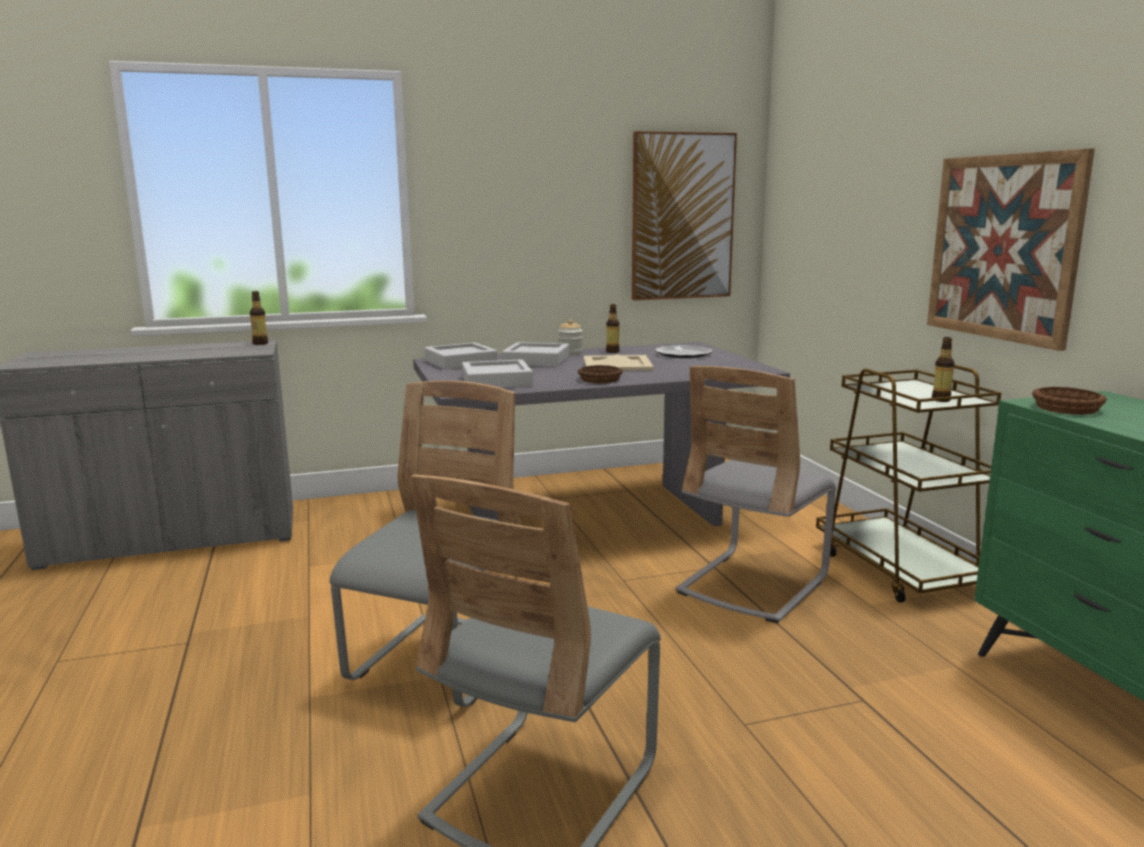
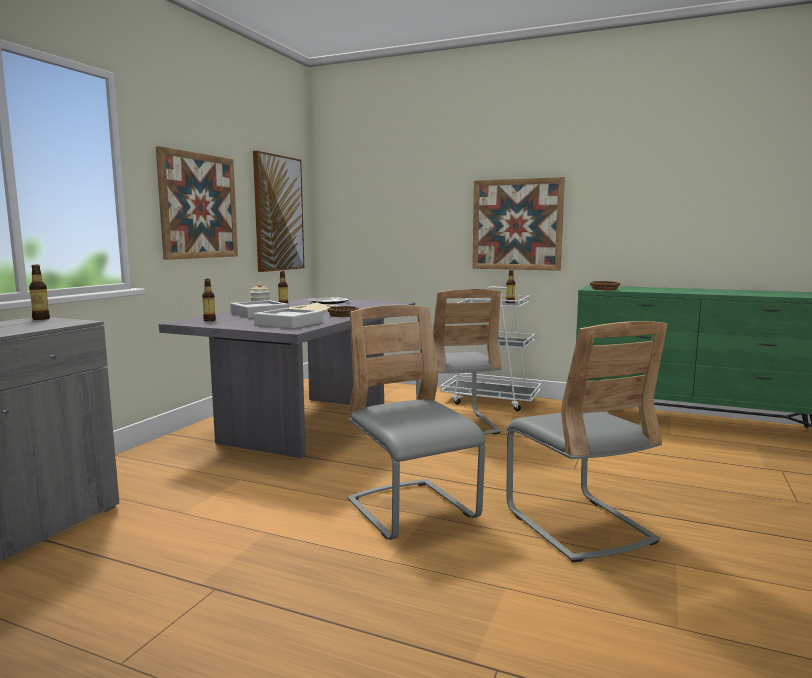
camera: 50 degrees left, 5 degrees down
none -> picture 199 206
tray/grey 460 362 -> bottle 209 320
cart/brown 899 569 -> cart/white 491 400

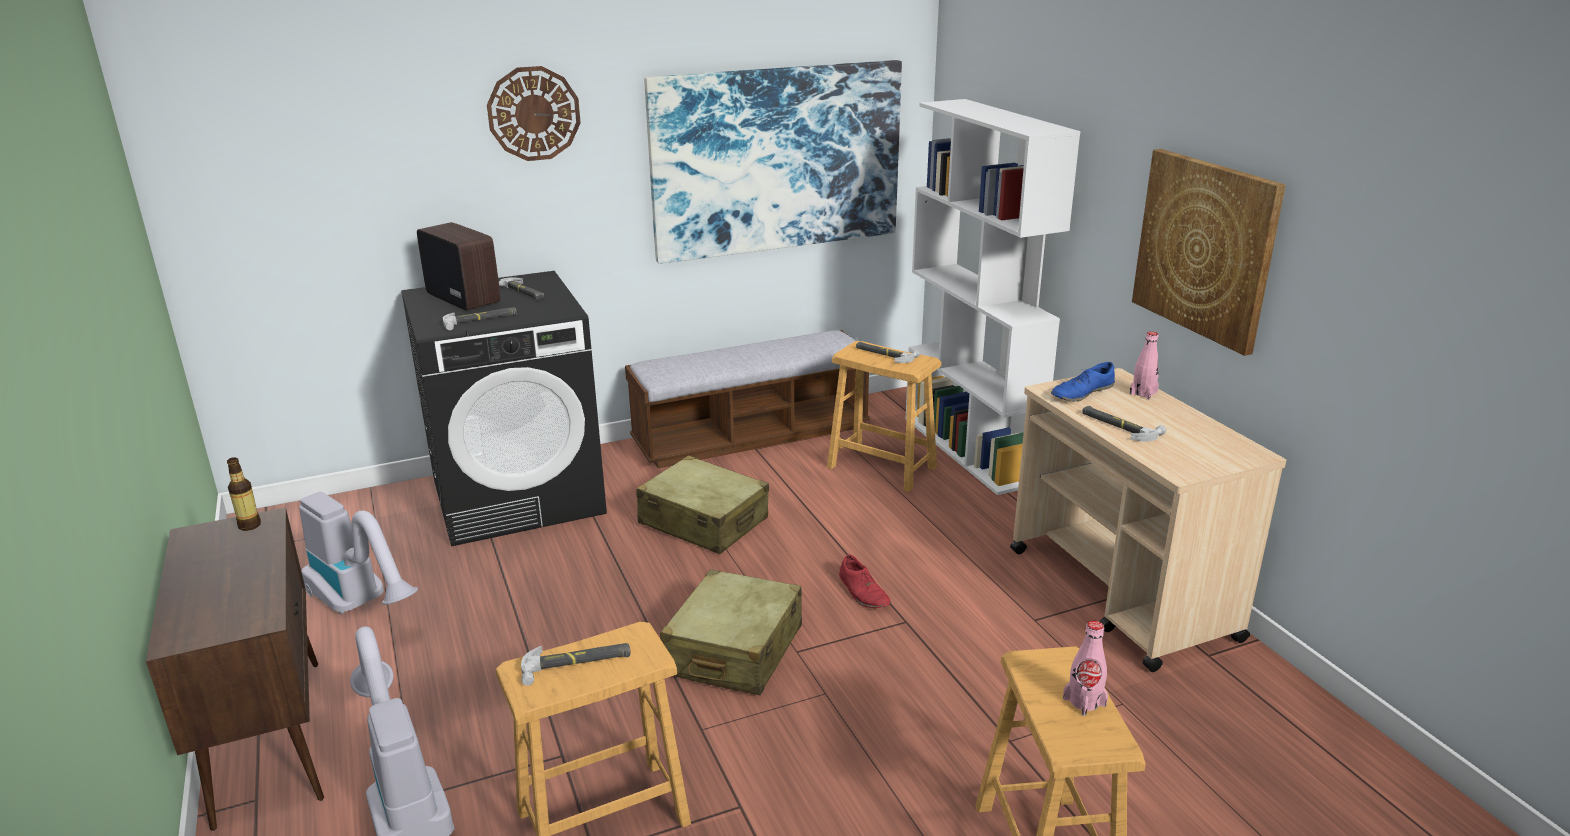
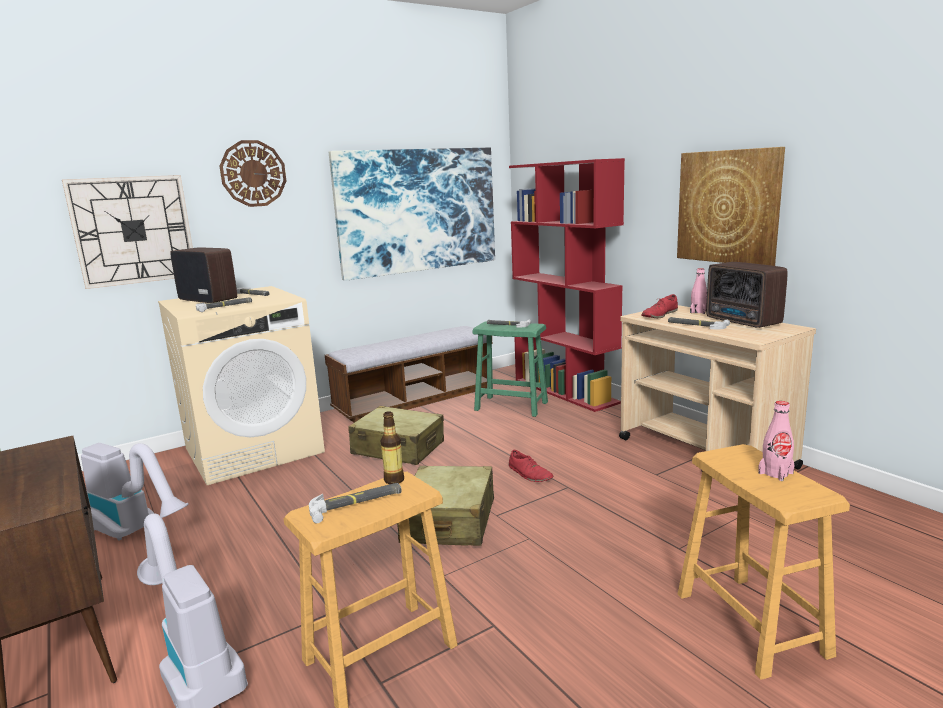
camera: 10 degrees left, 10 degrees down
none -> wall clock 133 230
washing machine/black 519 496 -> washing machine/beige 254 450
bottle 249 525 -> bottle 394 480, moved
stool/brown 881 467 -> stool/green 511 406
bookcase/white 971 450 -> bookcase/red 565 391
shoe/blue 1082 392 -> shoe/red 659 315
none -> radio 743 322

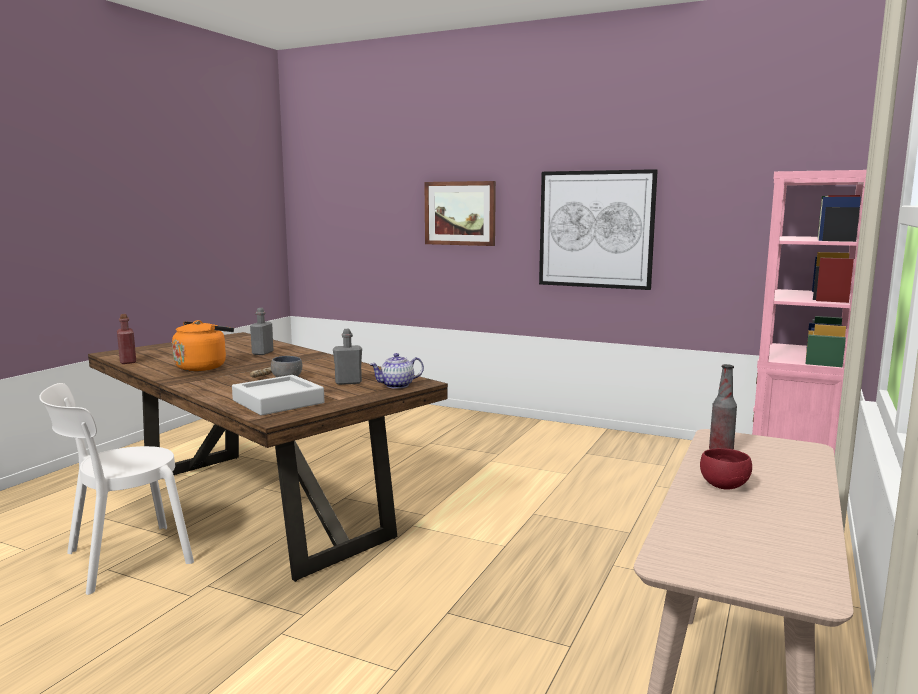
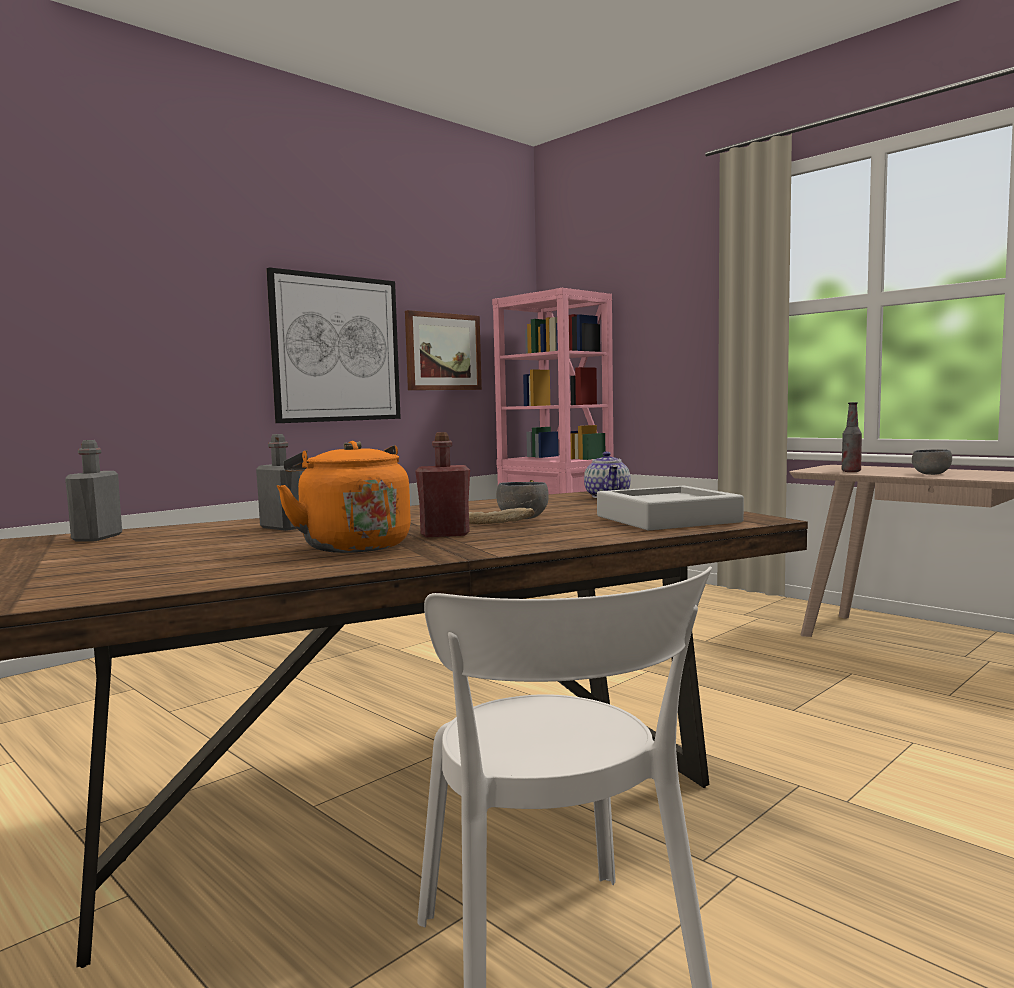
camera: 70 degrees left, 5 degrees down
bottle/grey 348 382 -> bottle/grey 97 538, moved
picture 460 213 -> picture 443 352, moved
bottle/red 128 361 -> bottle/red 444 534, moved
bowl/red 722 485 -> bowl/grey 929 474

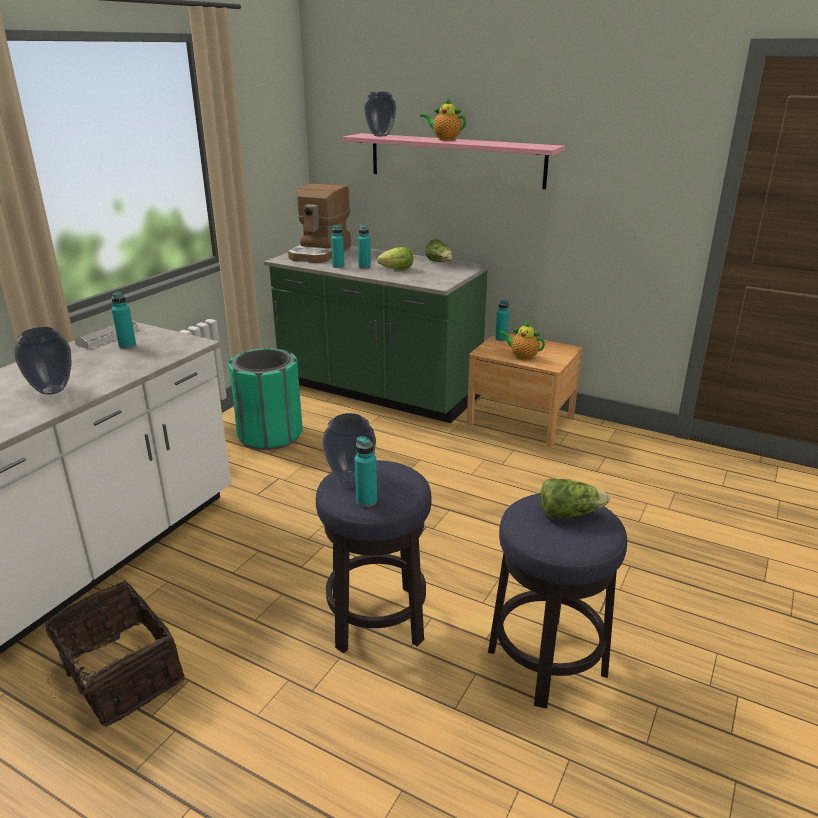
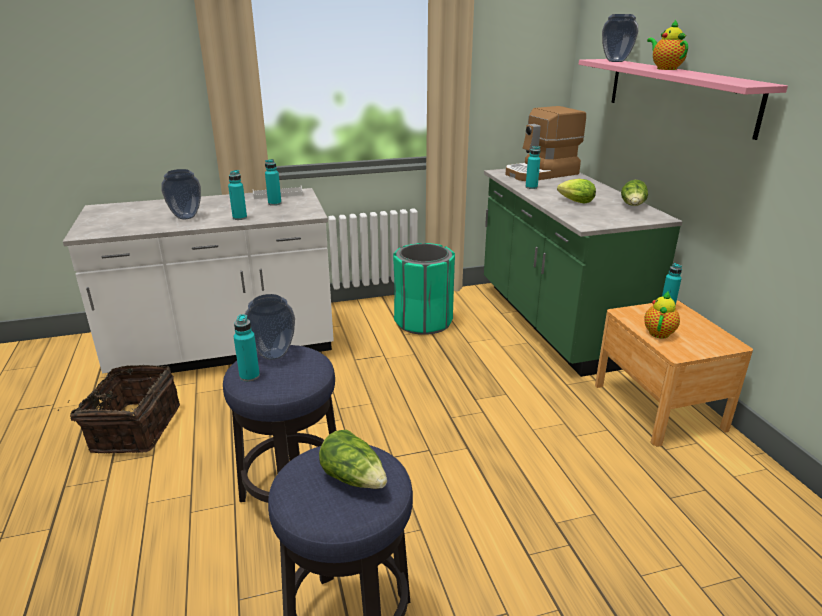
camera: 45 degrees right, 0 degrees up
bottle/turquoise 364 267 -> bottle/turquoise 239 218, moved
teapot 522 356 -> teapot 659 332, 45 degrees clockwise

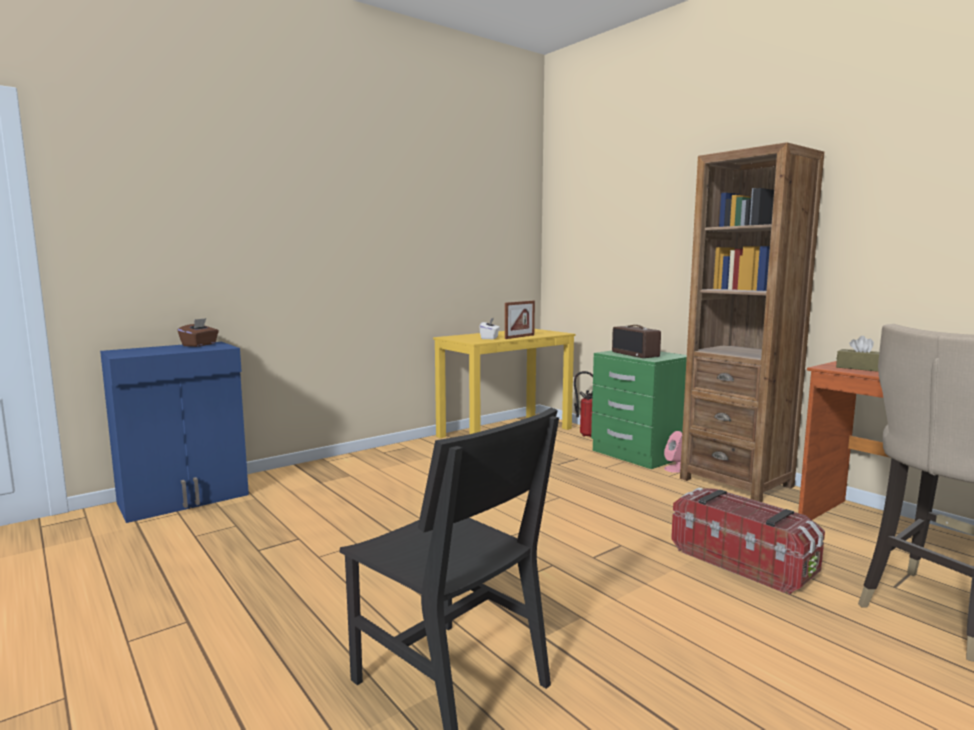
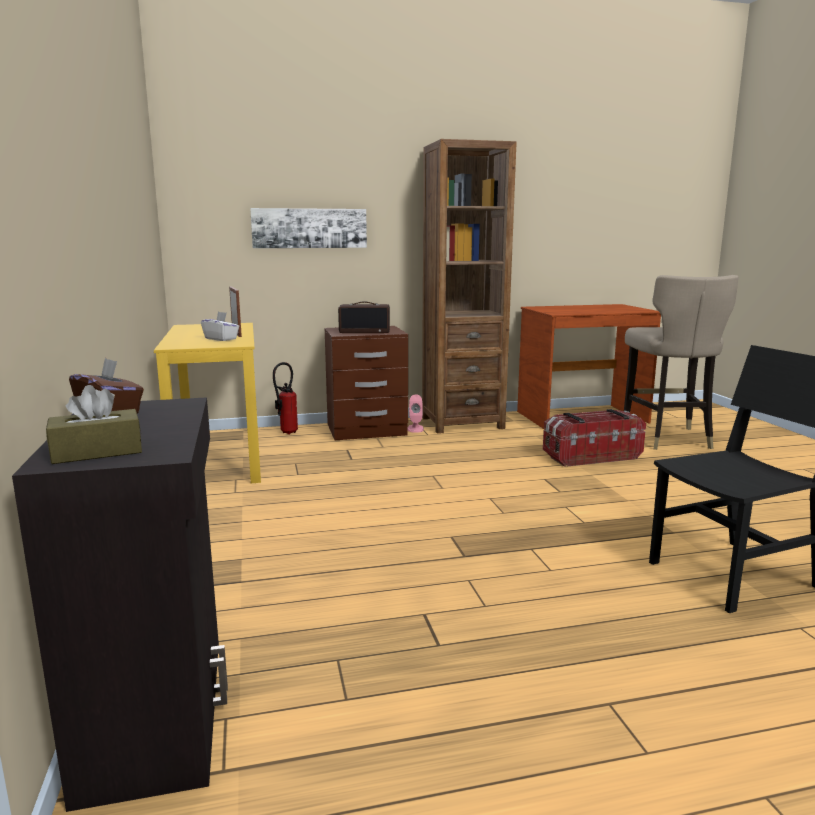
camera: 65 degrees left, 5 degrees up
cabinet/blue 185 499 -> cabinet/black 159 711
tissue box/brown 859 368 -> tissue box/brown 97 452, moved
none -> picture 309 228
nightstand/green 637 454 -> nightstand/brown 366 430

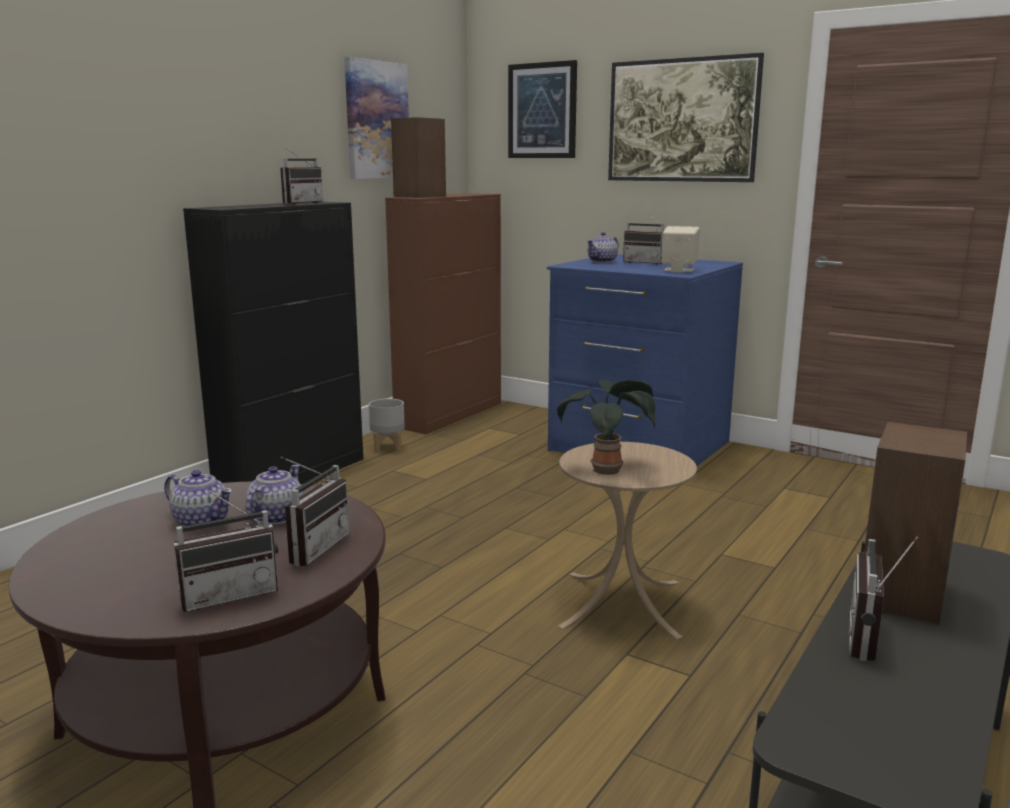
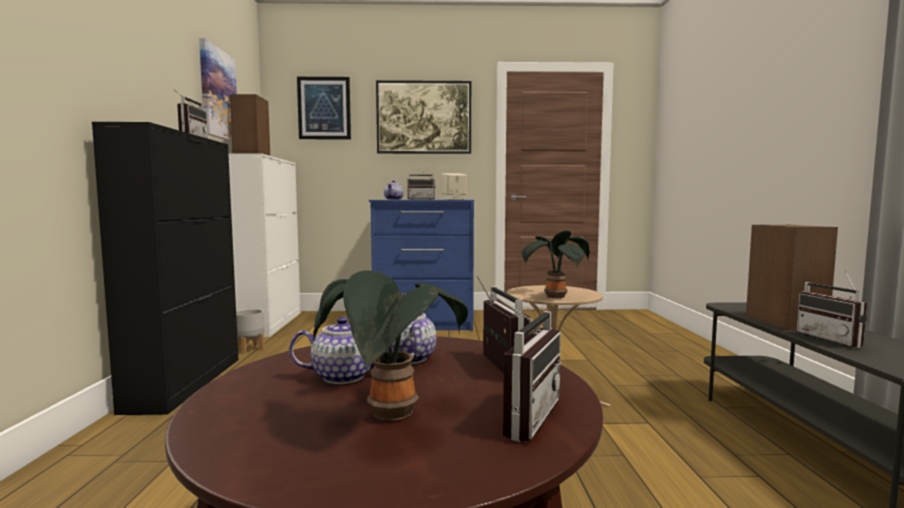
camera: 35 degrees left, 10 degrees down
cabinet/brown 450 414 -> cabinet/white 271 323
none -> potted plant 392 416

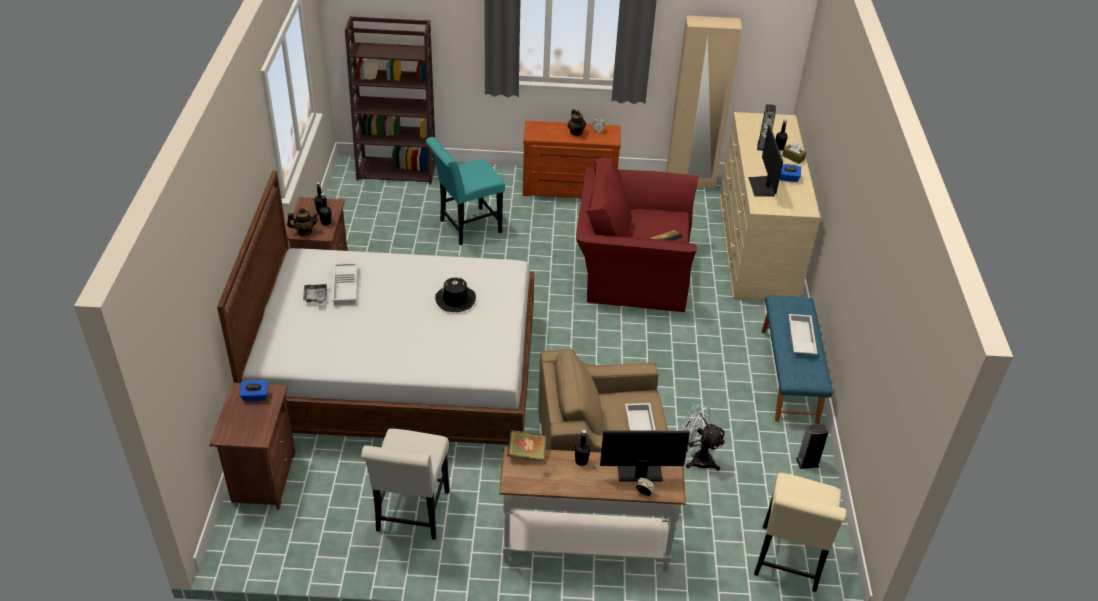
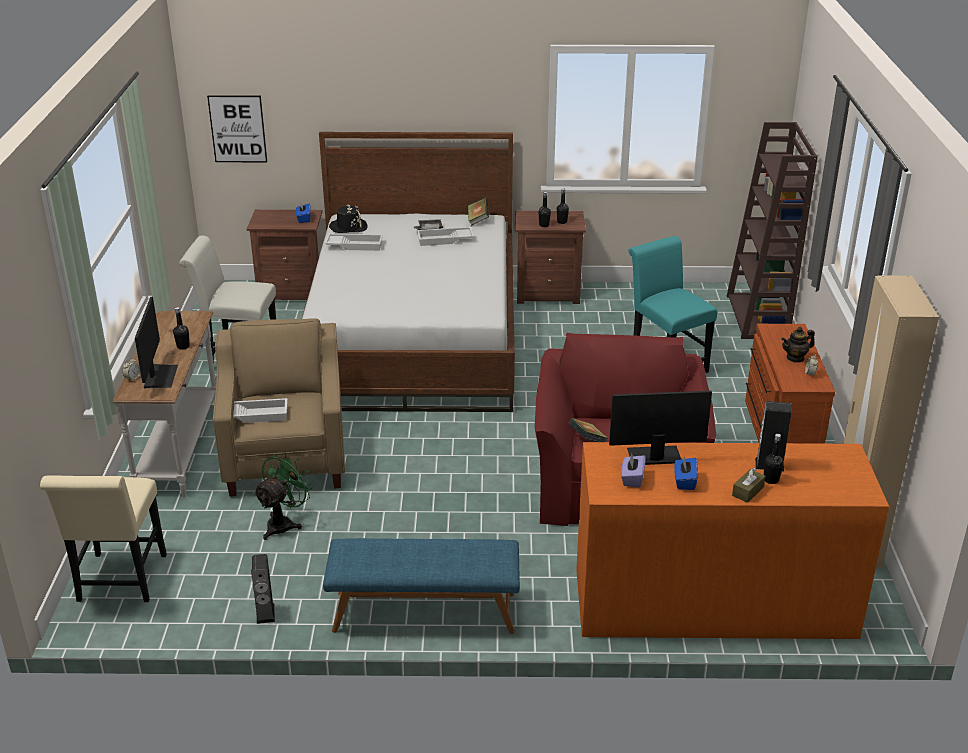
camera: 90 degrees right, 10 degrees down
chair/beige 788 563 -> chair/beige 120 582, 105 degrees counterclockwise
none -> picture 237 129
fan/white 696 458 -> fan/green 284 523
tray/white 800 338 -> tray/white 355 245, moved
hat/black 455 300 -> hat/black 348 227, moved
book 526 453 -> book 478 220, moved
dresser/beige 756 245 -> dresser/orange 712 603
none -> tissue box/purple 632 479
teapot 304 231 -> none

